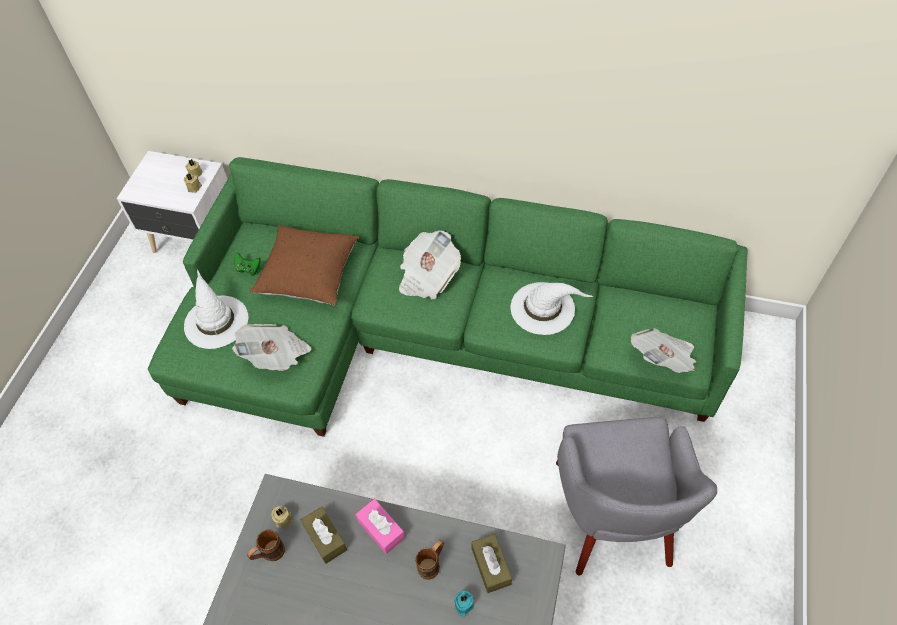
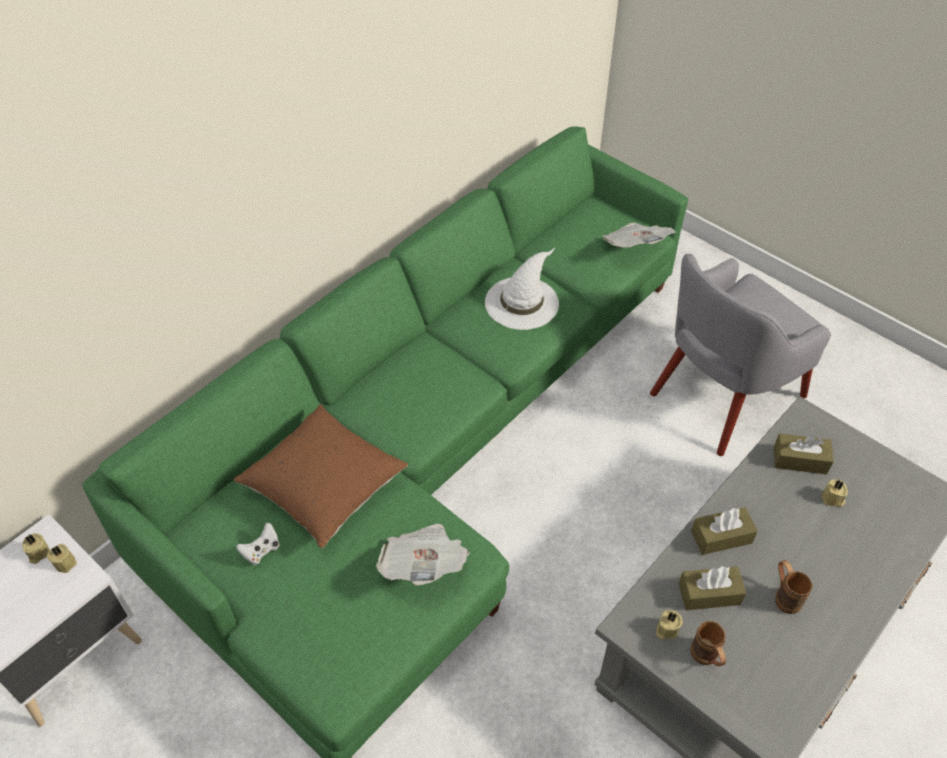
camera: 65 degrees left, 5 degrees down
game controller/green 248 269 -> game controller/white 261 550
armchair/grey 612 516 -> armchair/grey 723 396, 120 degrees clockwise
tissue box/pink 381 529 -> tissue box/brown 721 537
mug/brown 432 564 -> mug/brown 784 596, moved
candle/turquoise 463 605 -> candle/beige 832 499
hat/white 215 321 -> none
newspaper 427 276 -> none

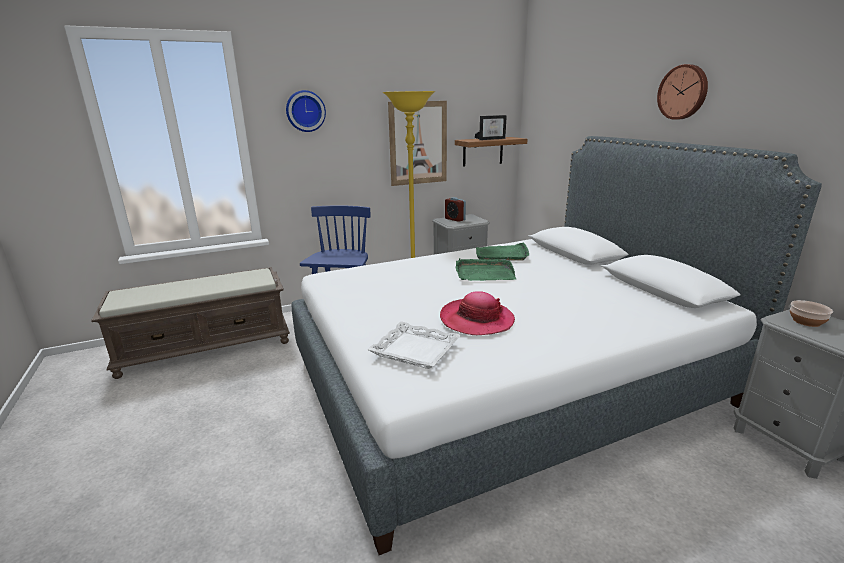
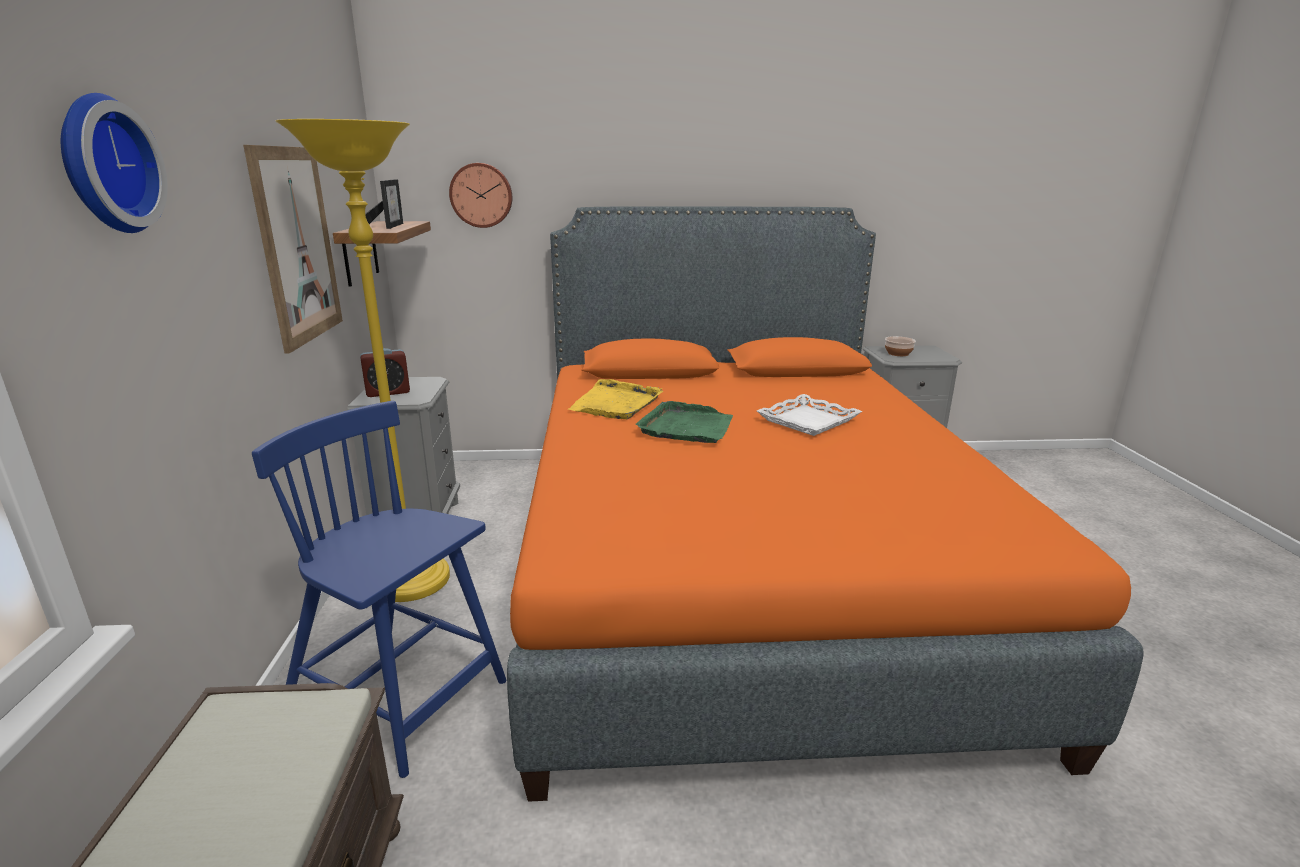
camera: 70 degrees left, 0 degrees up
wall clock 683 92 -> wall clock 481 195, moved
bed/white 506 381 -> bed/orange 739 566
tray/green 502 254 -> tray/yellow 616 403
tray/white 415 350 -> tray/white 808 421, moved
hat 476 320 -> none

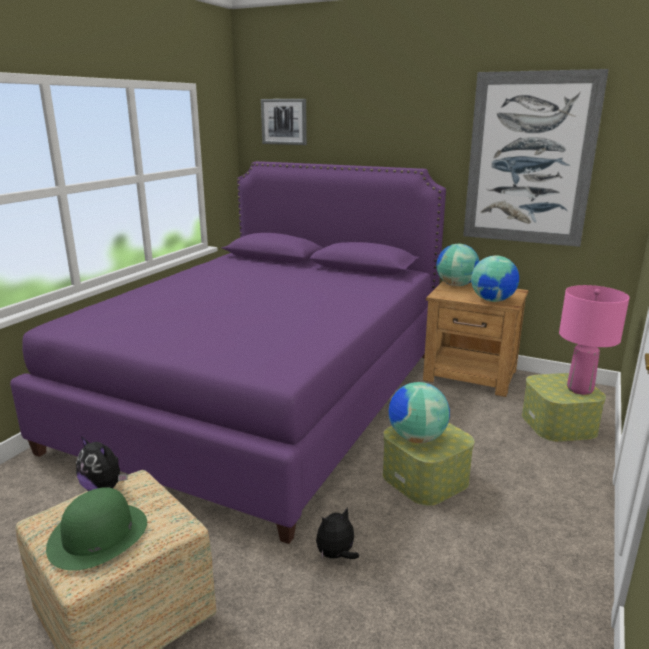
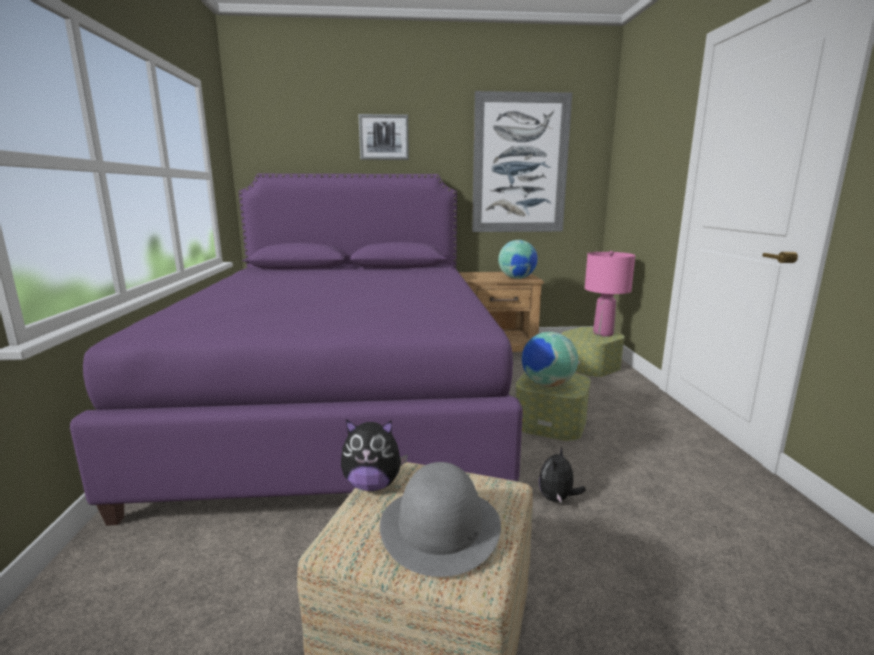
camera: 30 degrees left, 5 degrees down
picture 284 121 -> picture 384 137, moved
hat/green 98 535 -> hat/grey 440 527
globe 455 285 -> none

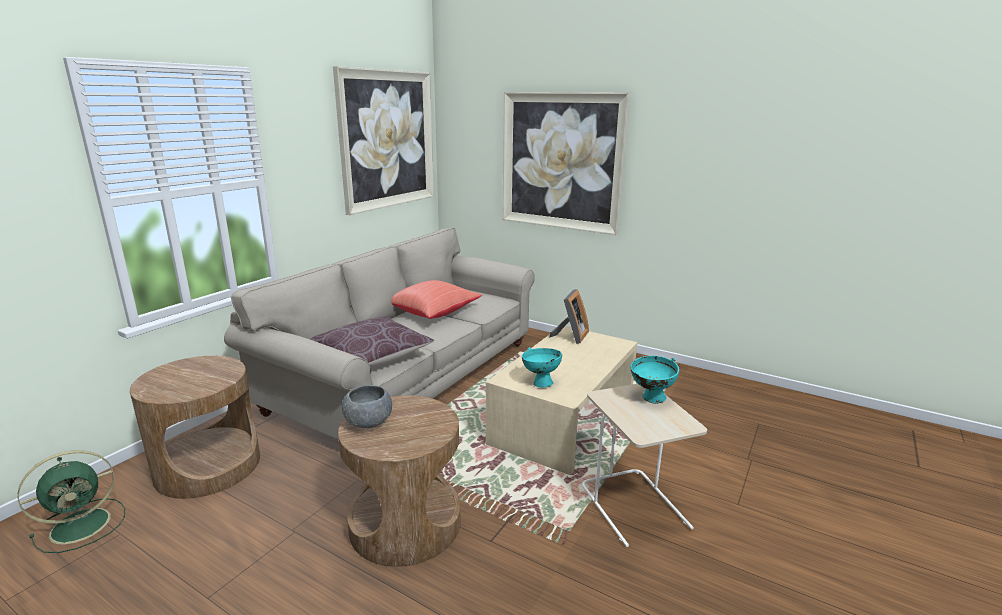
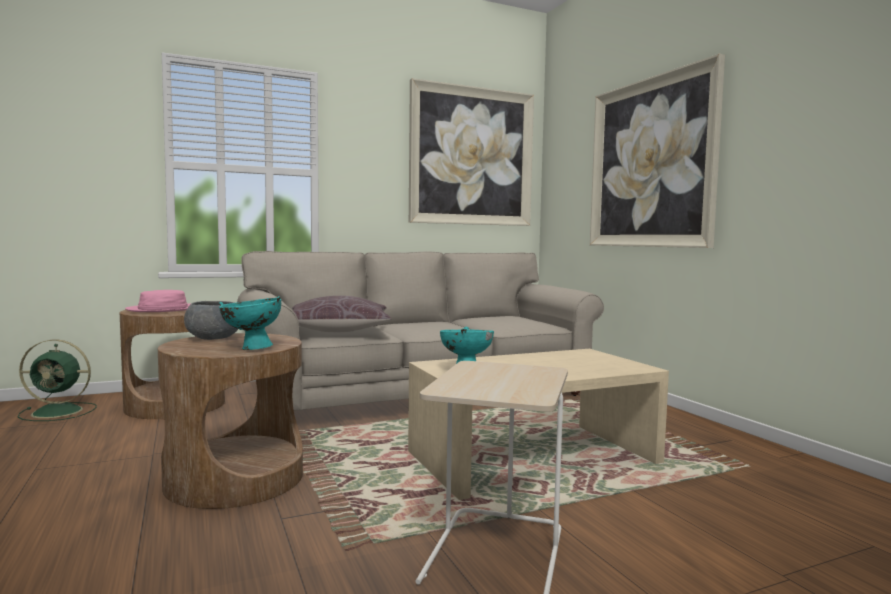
camera: 35 degrees right, 15 degrees down
none -> hat/pink 163 309
bowl/turquoise 650 399 -> bowl/turquoise 250 348, moved
pillow/red 431 312 -> none
picture frame 571 336 -> none

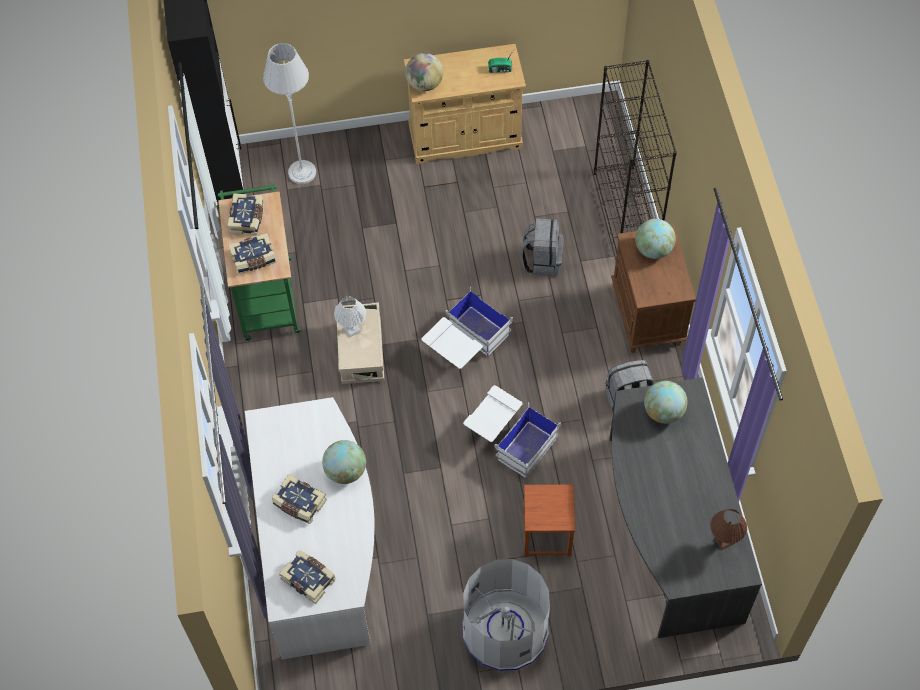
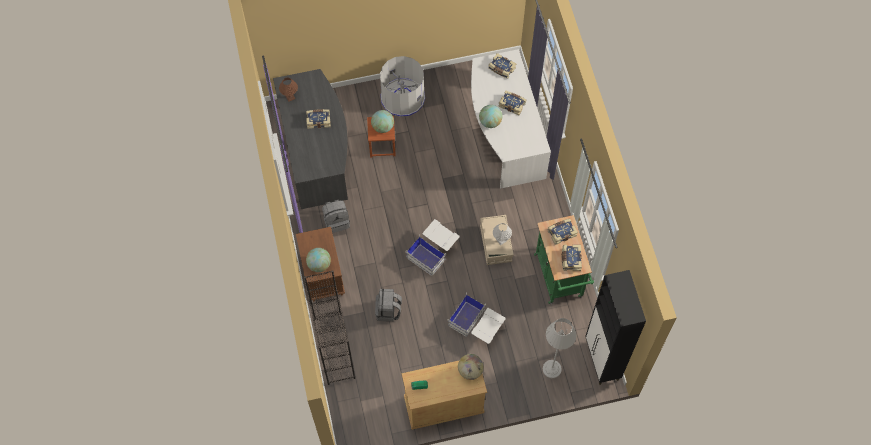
camera: 175 degrees right, 5 degrees up
none -> book 318 120
globe 663 412 -> globe 382 127, moved
storage box/white 510 439 -> storage box/white 476 325, moved

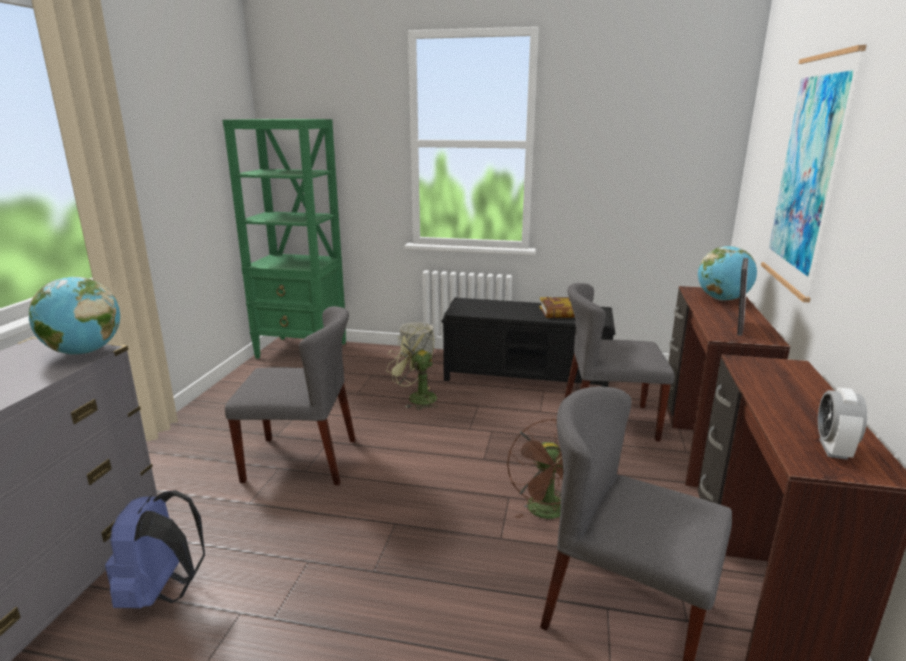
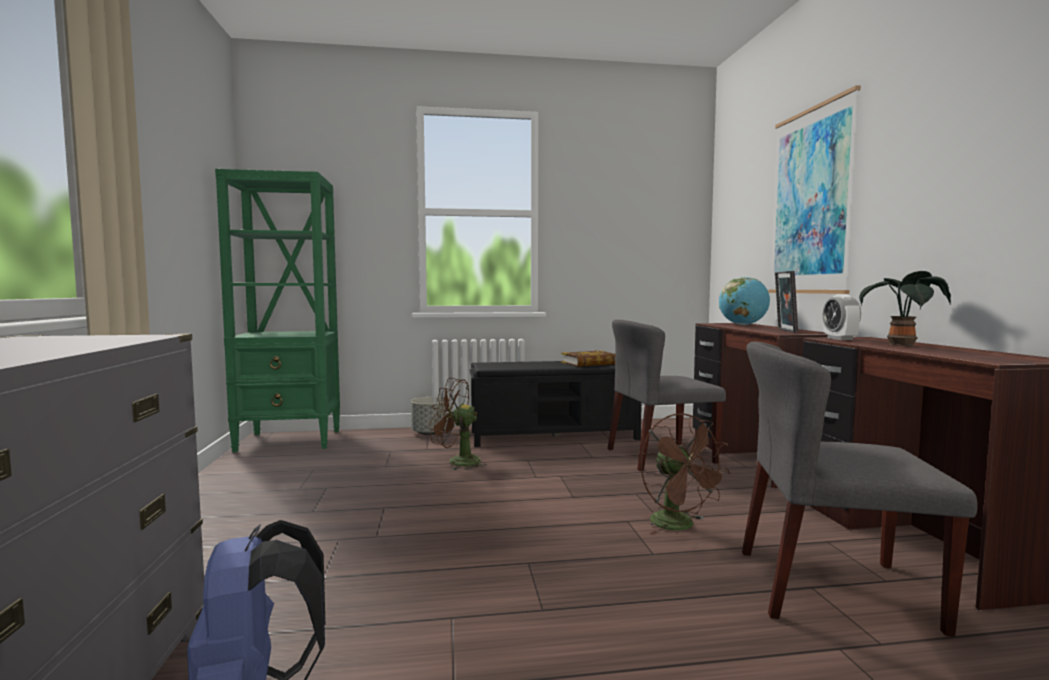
camera: 20 degrees left, 15 degrees down
fan/green 416 397 -> fan/brown 457 461
alarm clock 833 449 -> alarm clock 840 339, moved
none -> potted plant 902 344
globe 84 352 -> none
chair/grey 302 460 -> none

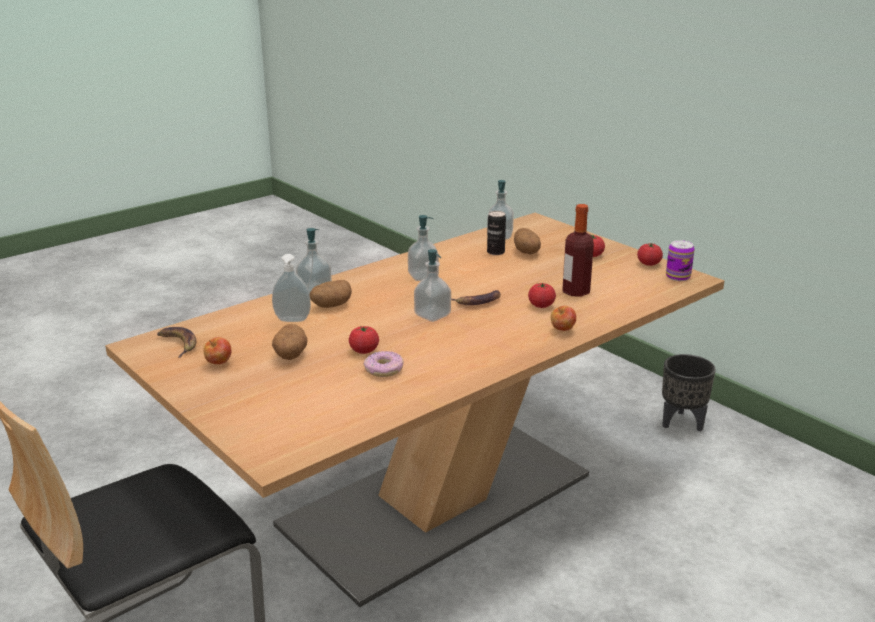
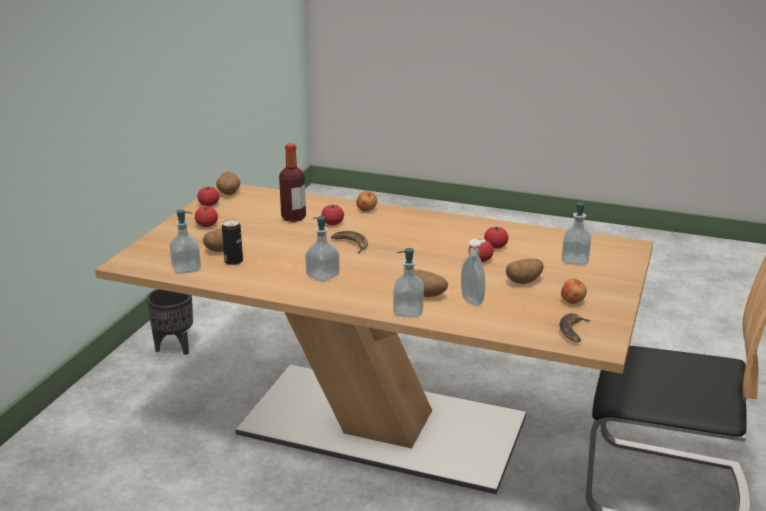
camera: 120 degrees left, 0 degrees up
can 678 276 -> potato 228 193
donut 384 370 -> tomato 495 246
soap dispenser 432 315 -> soap dispenser 575 260, moved

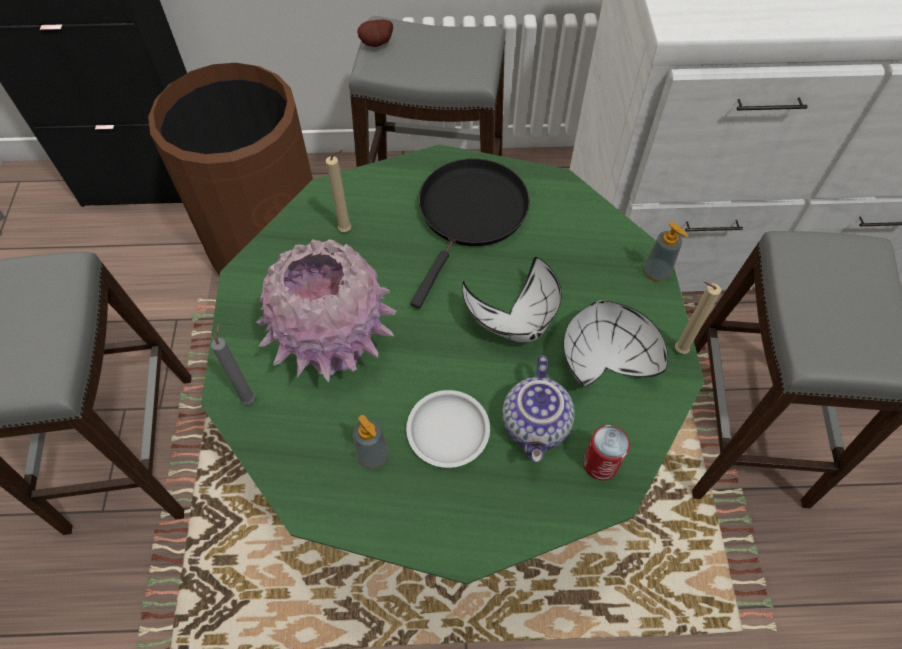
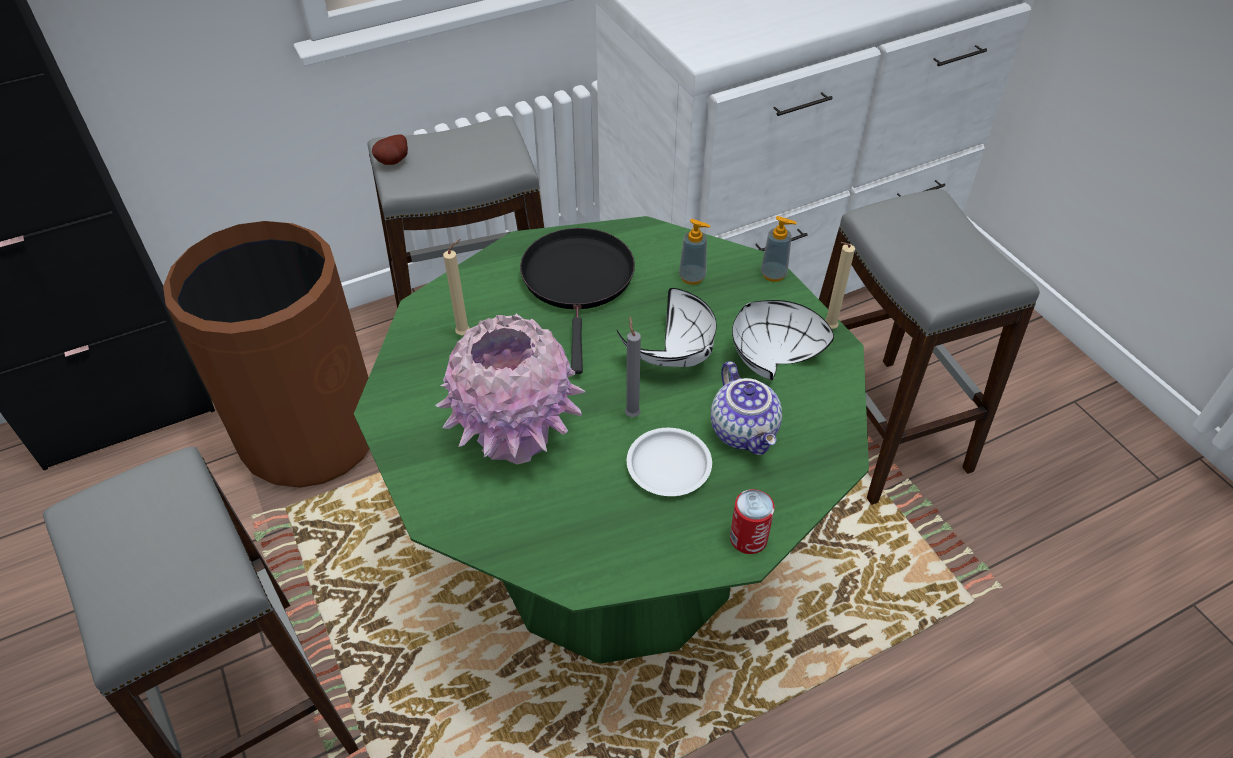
camera: 25 degrees left, 10 degrees down
candle/grey 250 398 -> candle/grey 632 413, moved
soap dispenser 373 456 -> soap dispenser 692 277, moved
can 600 463 -> can 748 538, moved

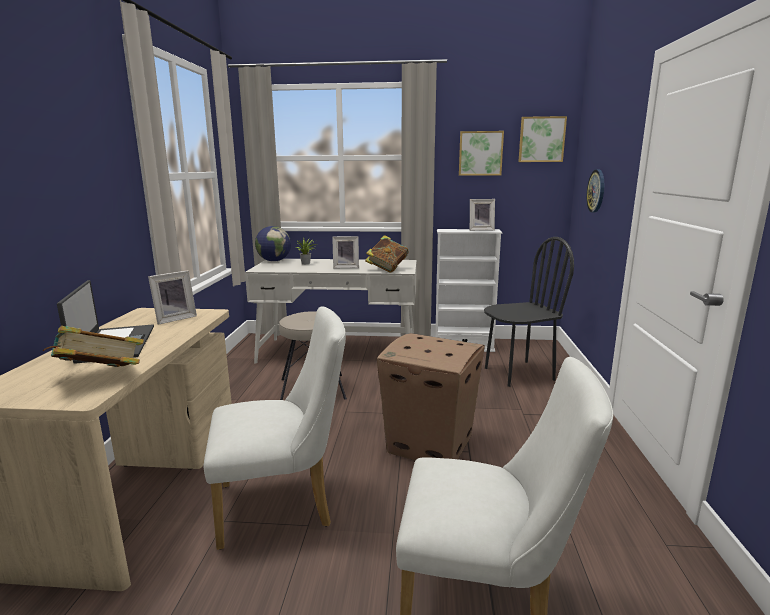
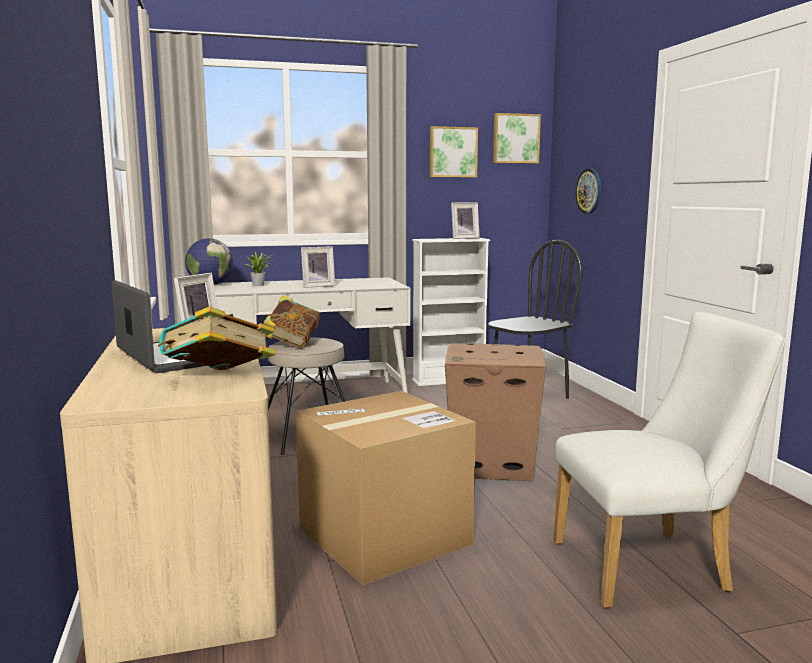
camera: 20 degrees left, 5 degrees down
book 387 269 -> book 292 344, moved
chair/white 284 504 -> cardboard box 384 536

